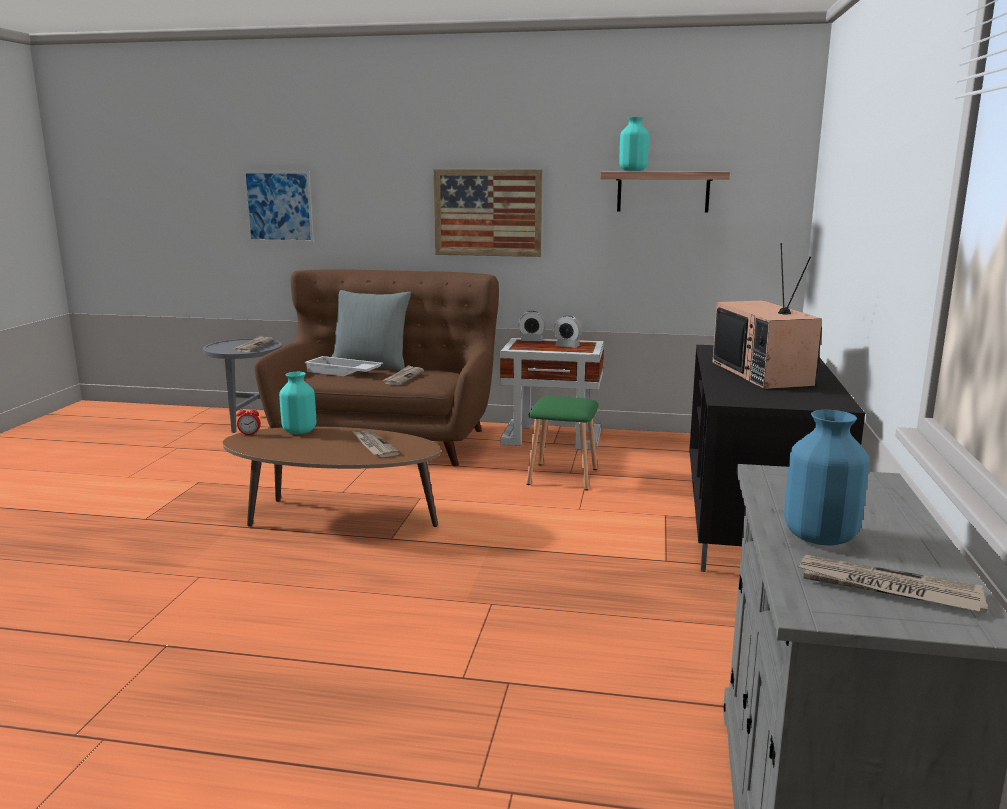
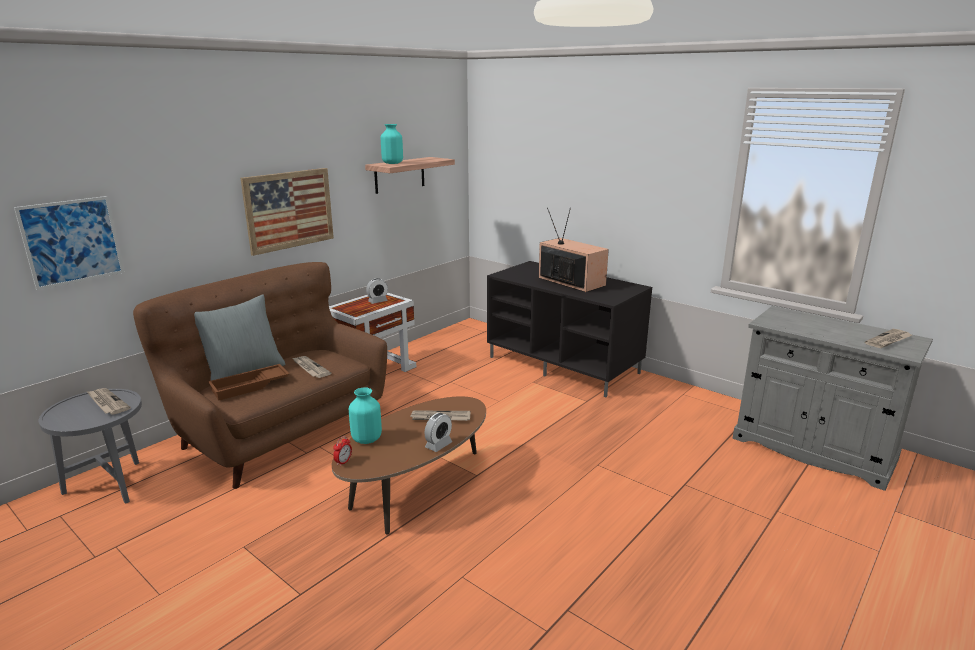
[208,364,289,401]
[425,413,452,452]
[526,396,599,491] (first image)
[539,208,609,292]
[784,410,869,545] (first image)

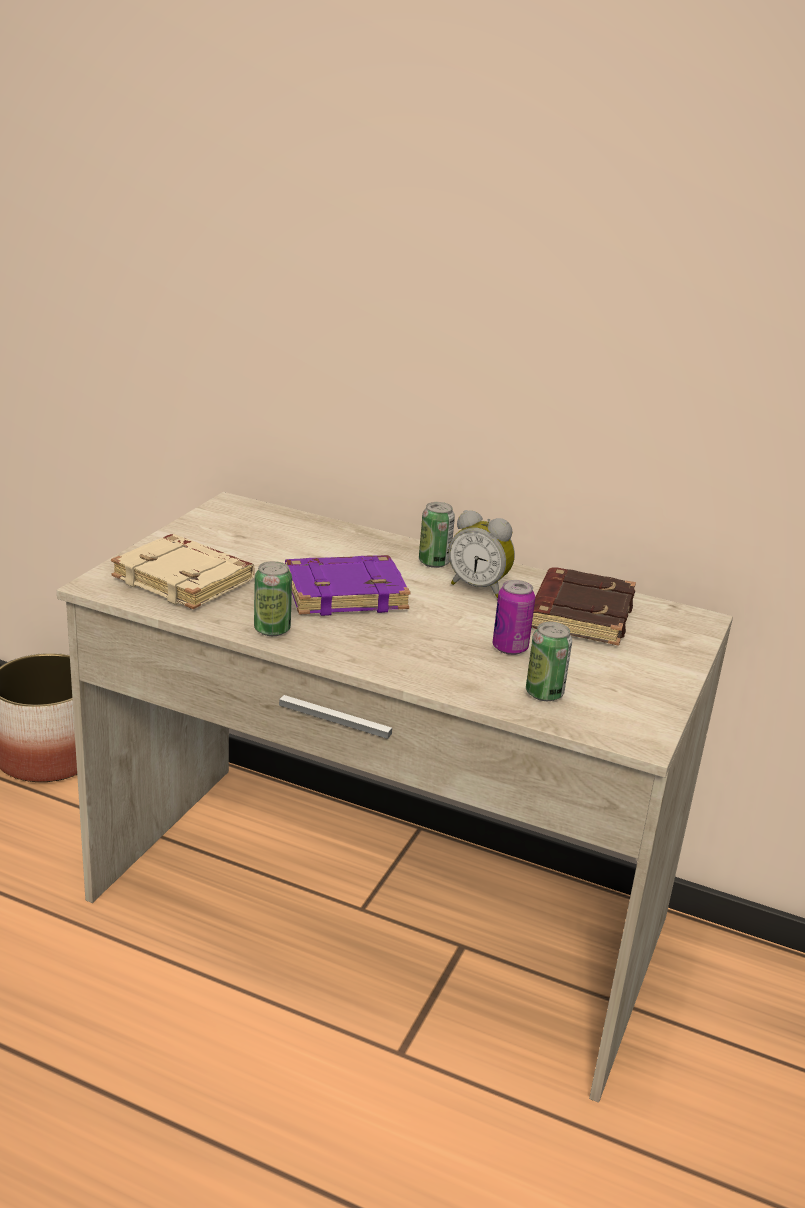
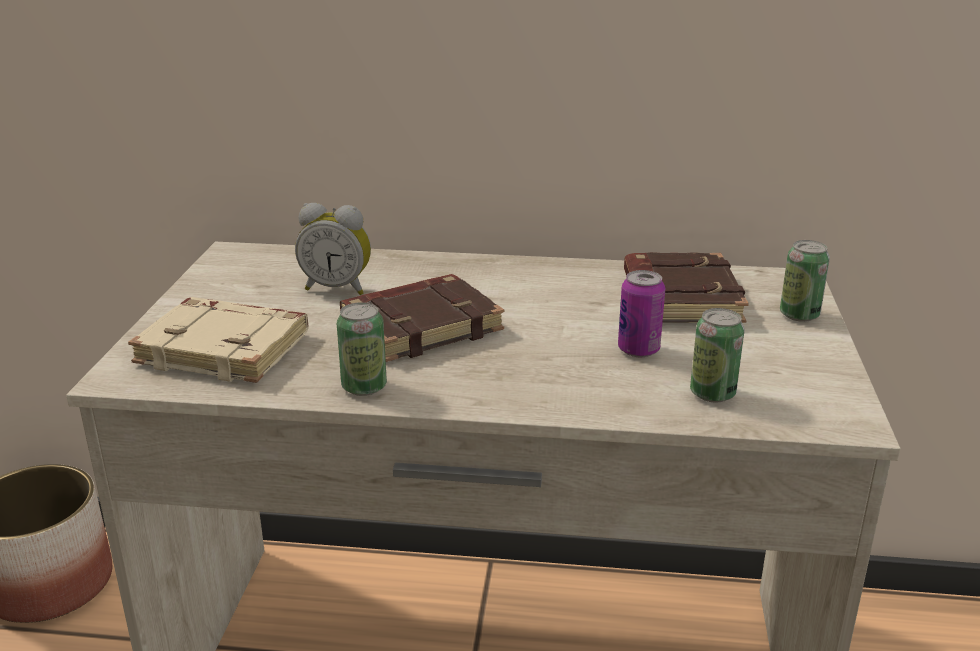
[340,274,504,362]
[780,240,830,322]
[295,203,371,295]

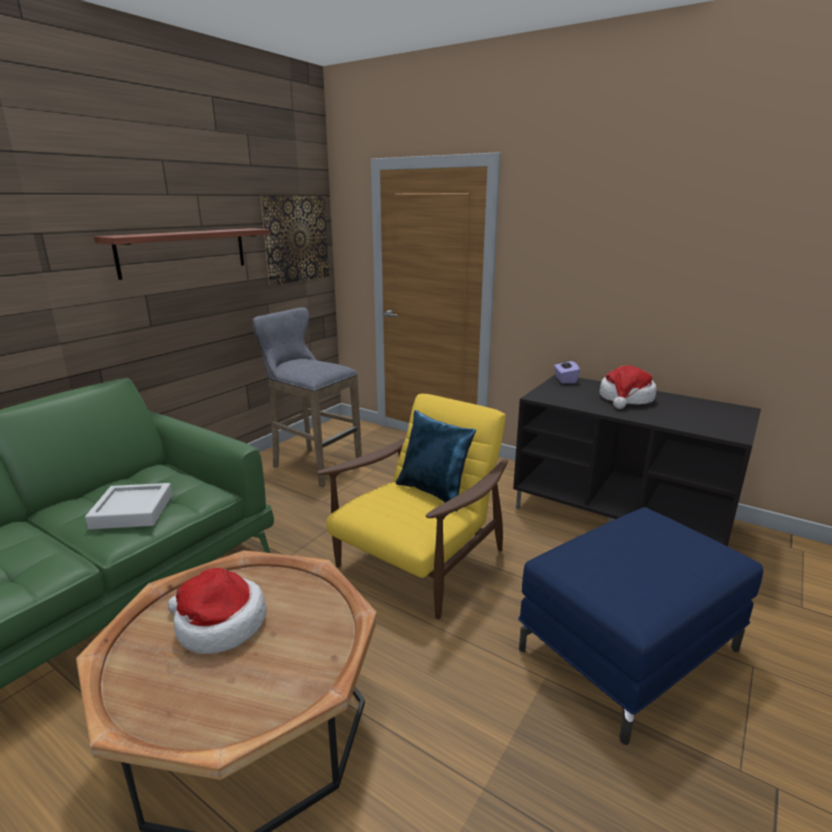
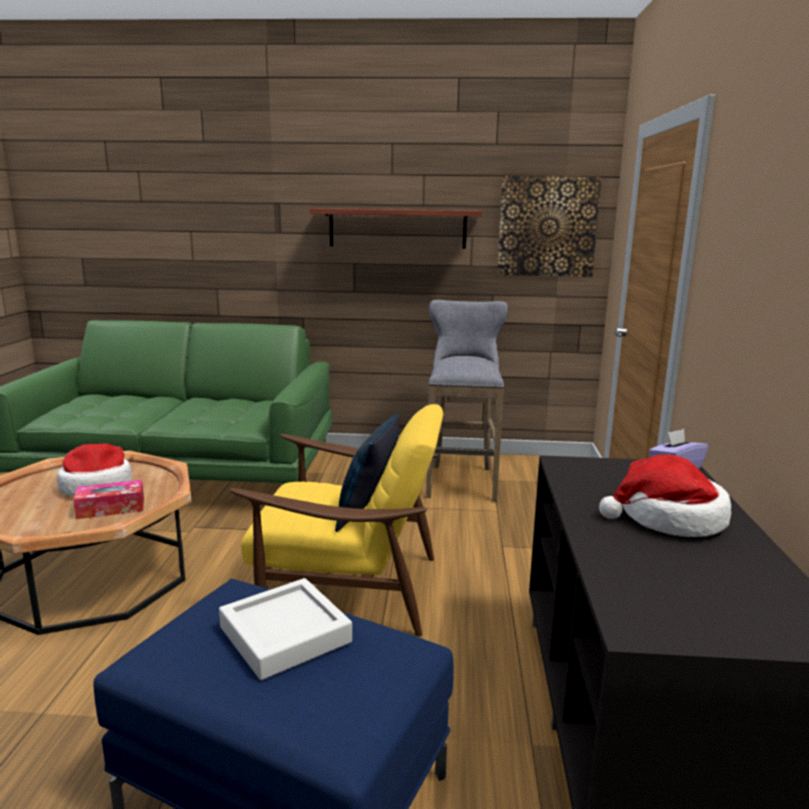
[219,578,352,680]
[73,480,144,519]

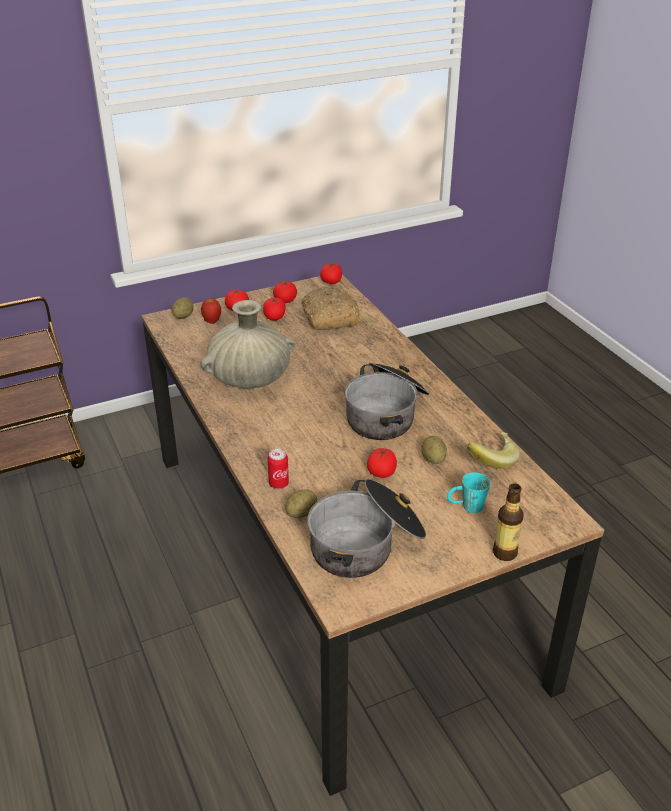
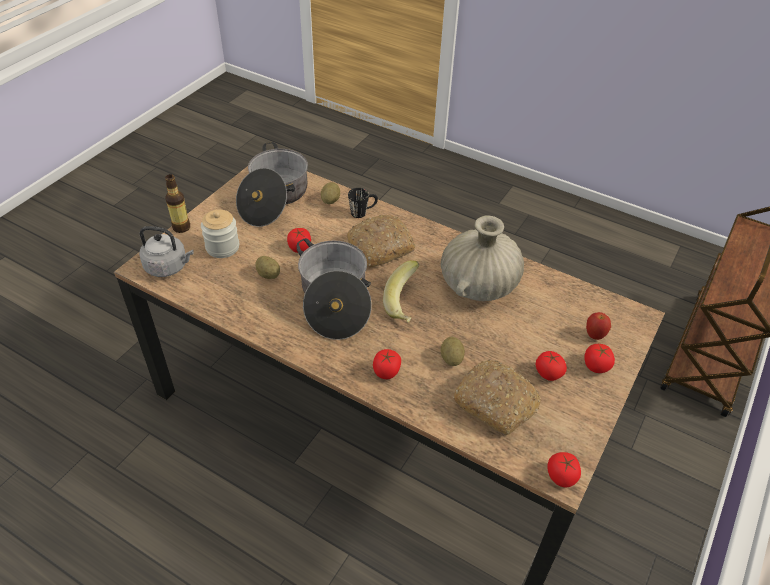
[440,337,465,366]
[348,188,378,218]
[373,349,401,379]
[201,210,239,258]
[383,260,420,323]
[139,226,194,277]
[347,215,416,267]

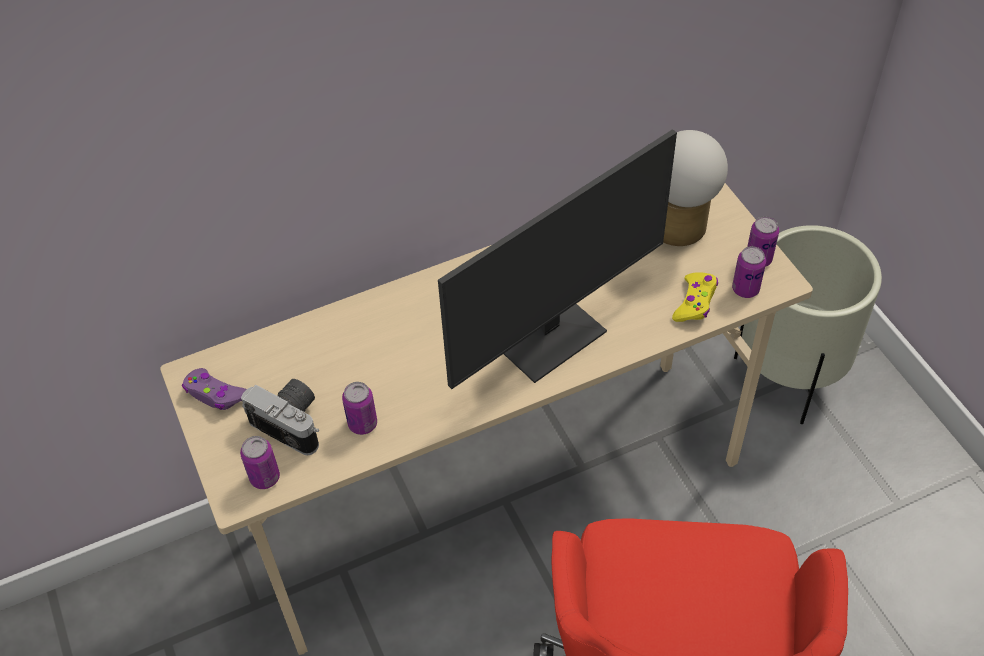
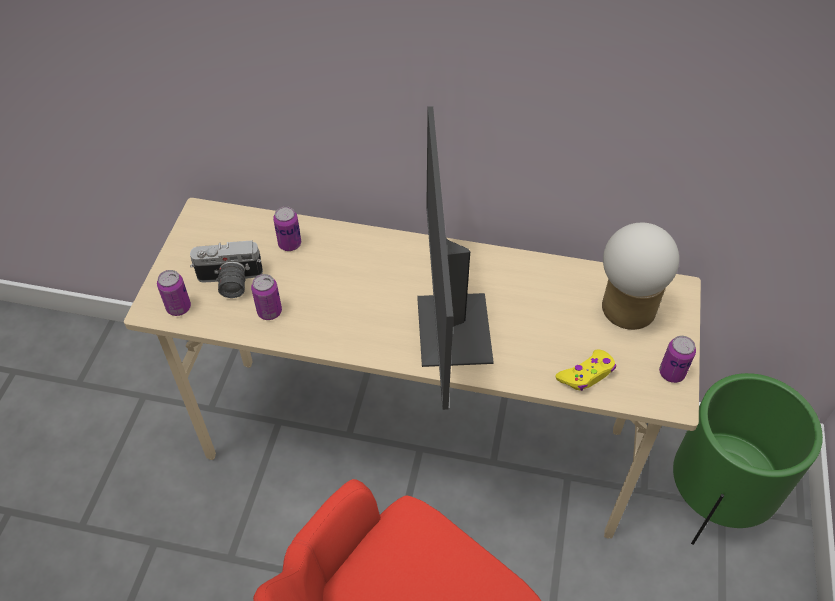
[182,368,247,410] (first image)
[190,240,263,298]
[417,106,494,410]
[273,206,301,251]
[673,373,823,545]

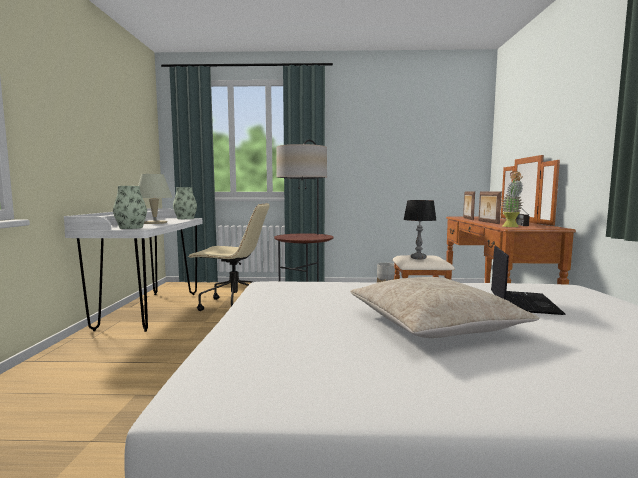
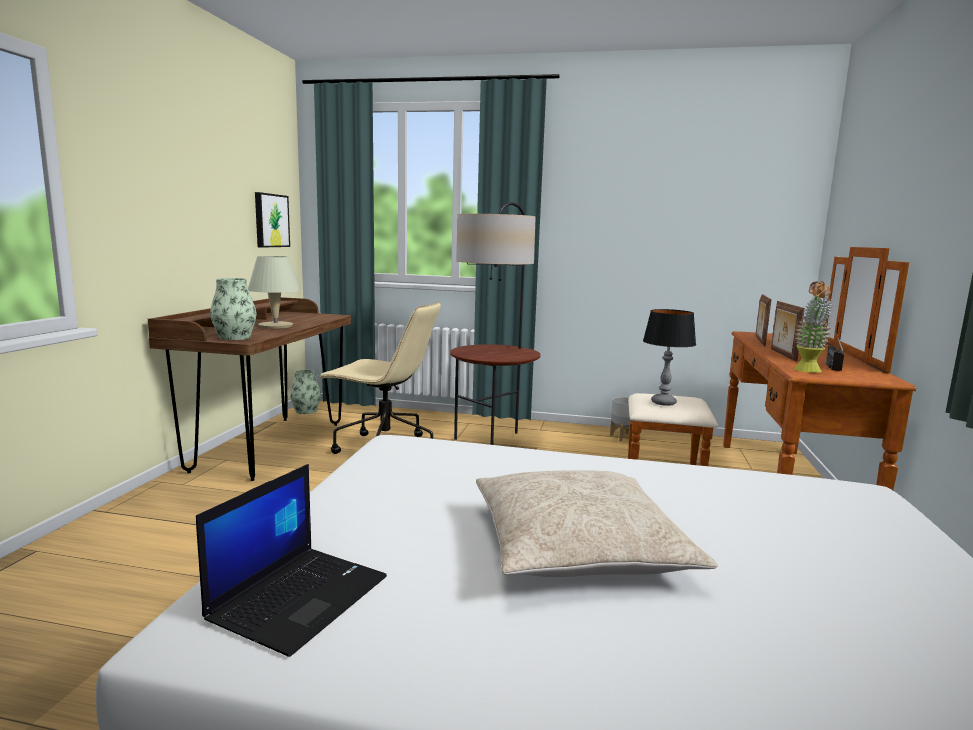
[148,297,351,481]
[290,370,321,414]
[196,464,387,657]
[255,192,290,248]

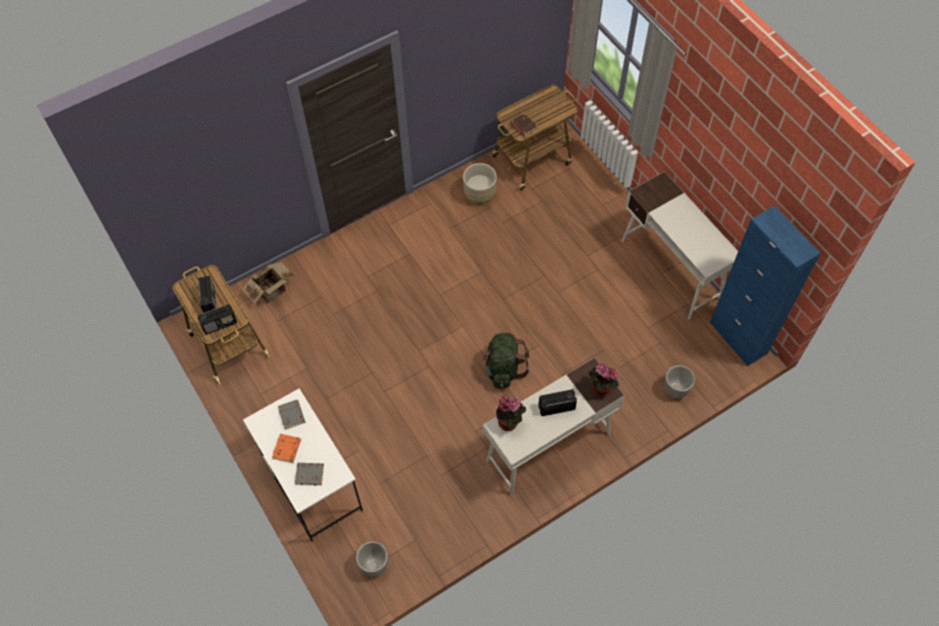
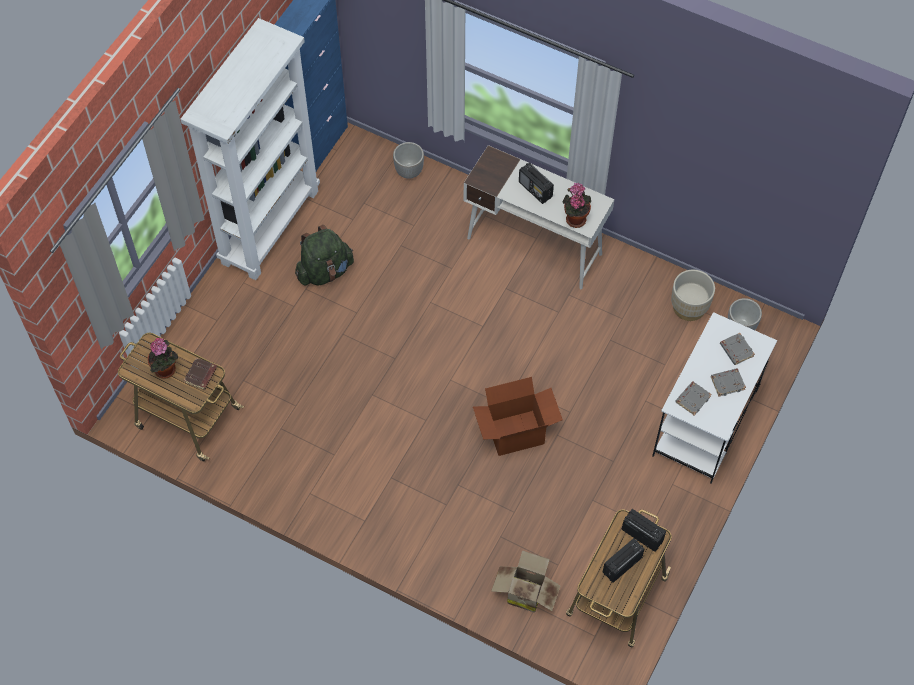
[711,368,746,397]
[671,270,715,321]
[295,225,354,286]
[148,338,178,379]
[180,18,320,280]
[473,377,563,456]

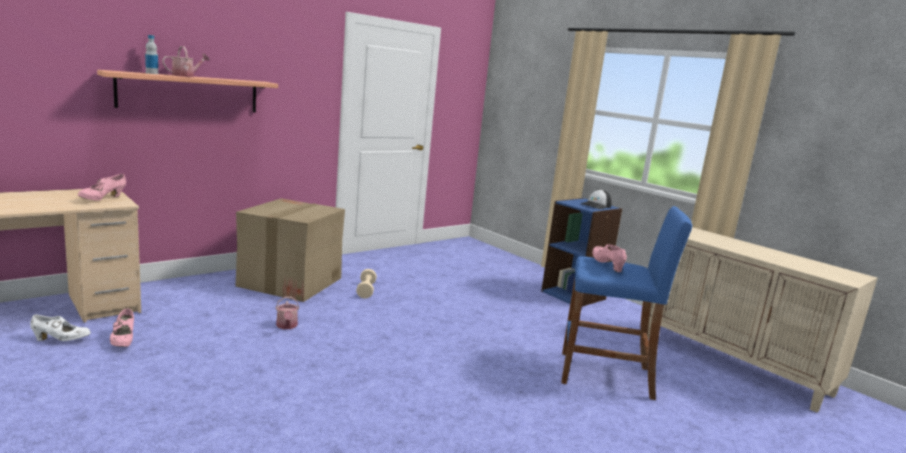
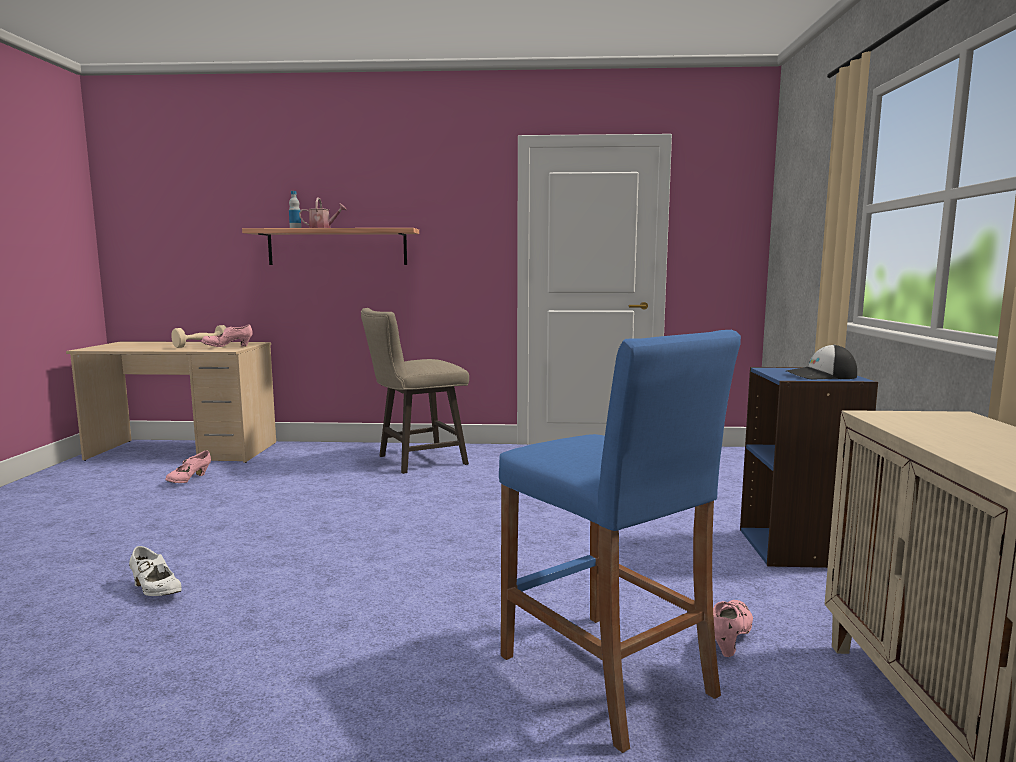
[129,546,182,596]
[361,308,469,474]
[276,297,299,329] (first image)
[171,325,226,348]
[713,600,753,657]

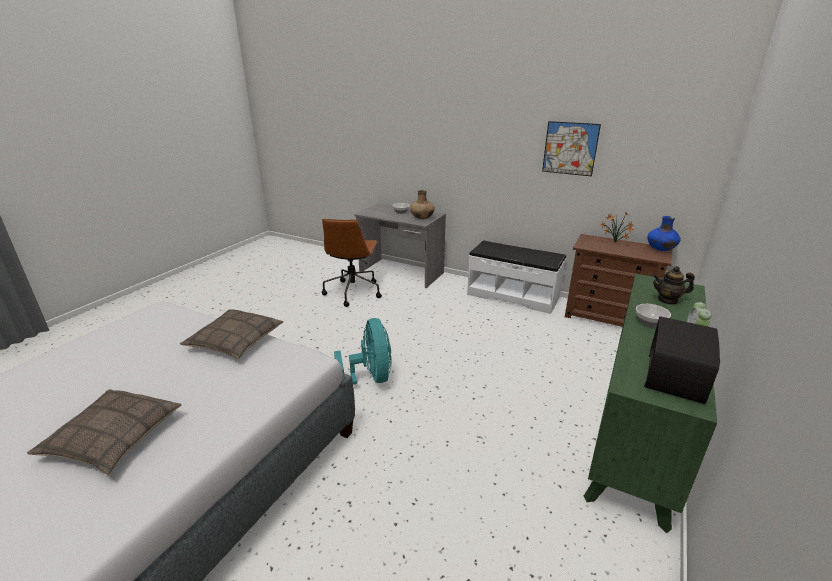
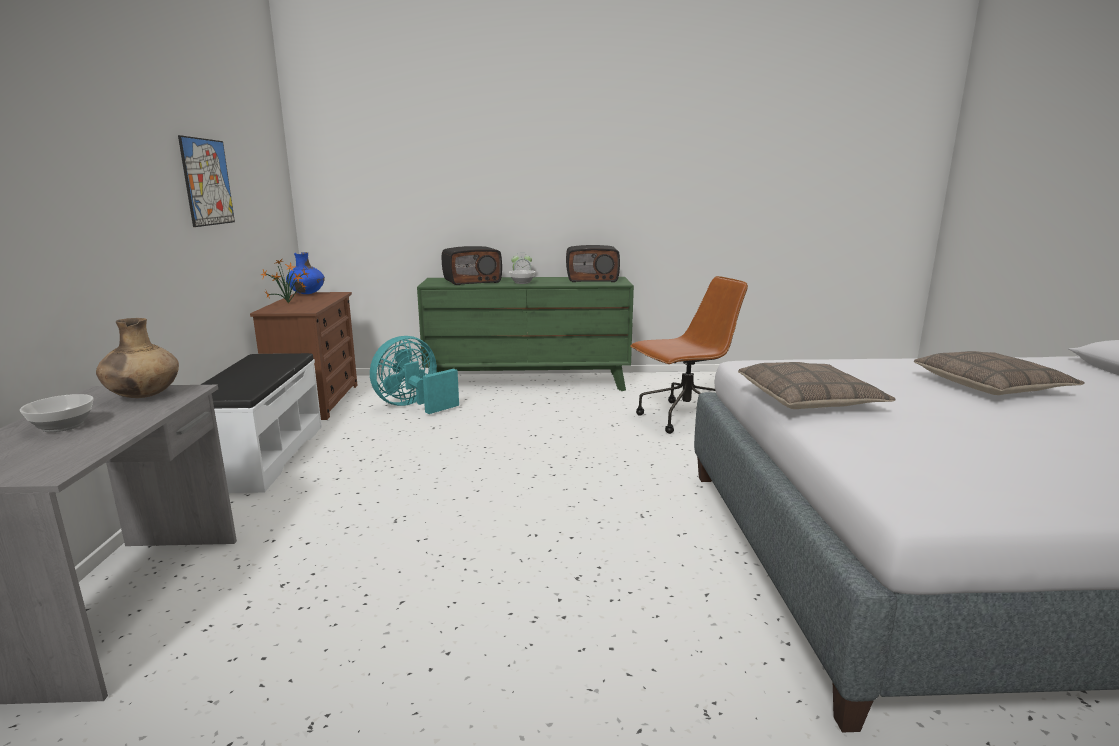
[630,276,748,434]
[370,336,459,414]
[442,246,502,285]

